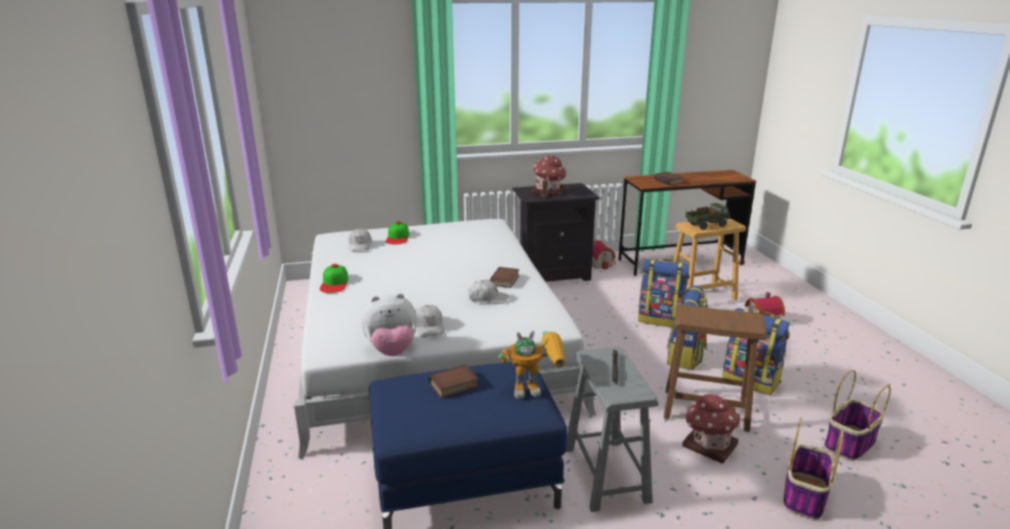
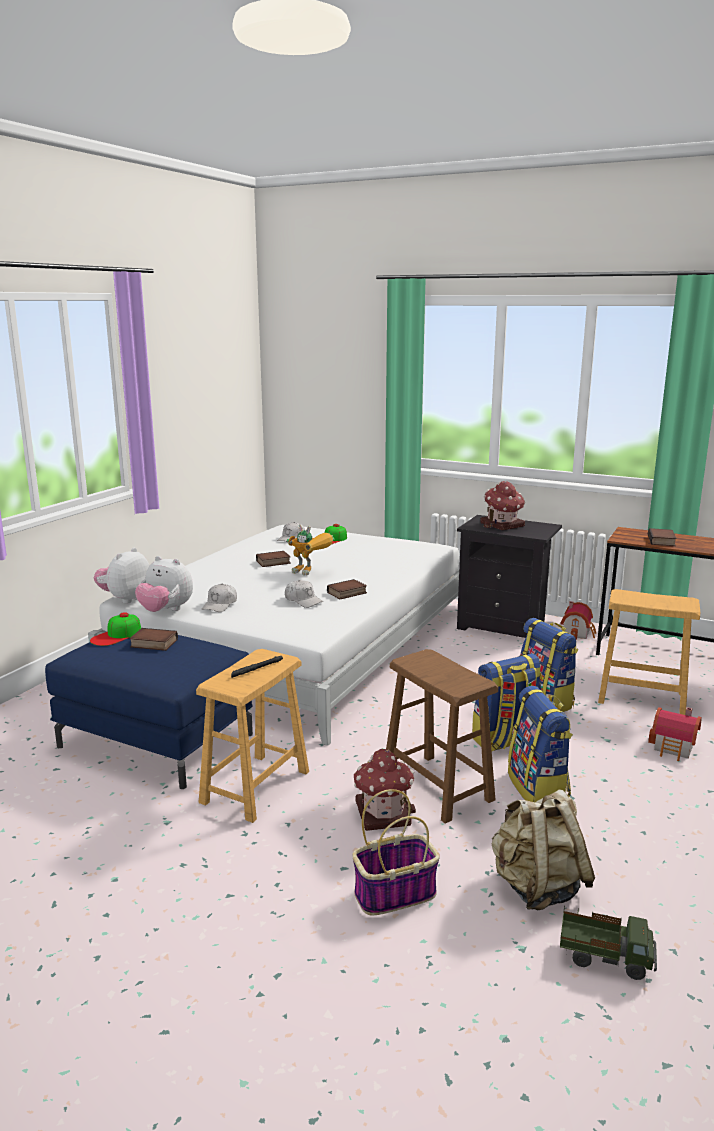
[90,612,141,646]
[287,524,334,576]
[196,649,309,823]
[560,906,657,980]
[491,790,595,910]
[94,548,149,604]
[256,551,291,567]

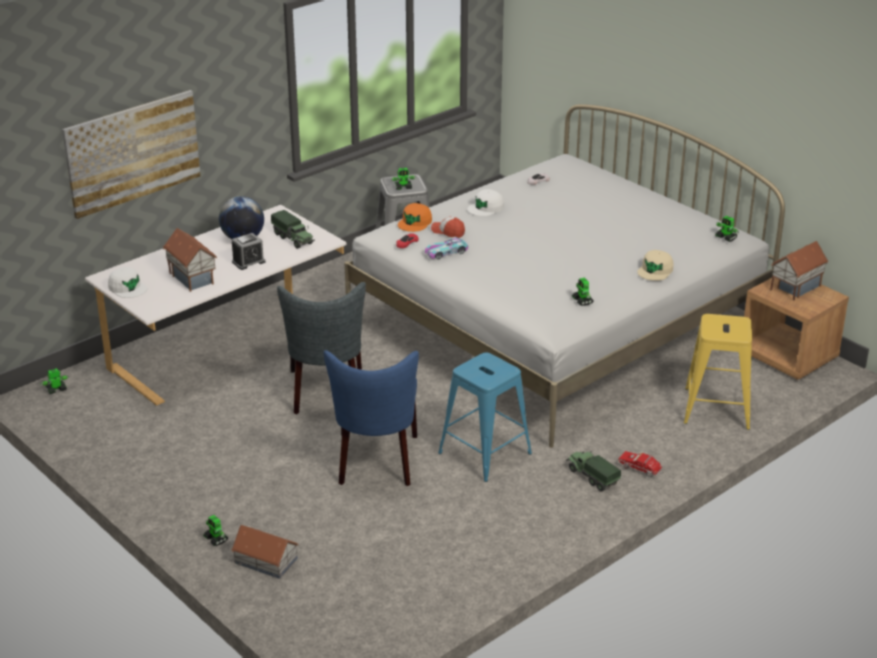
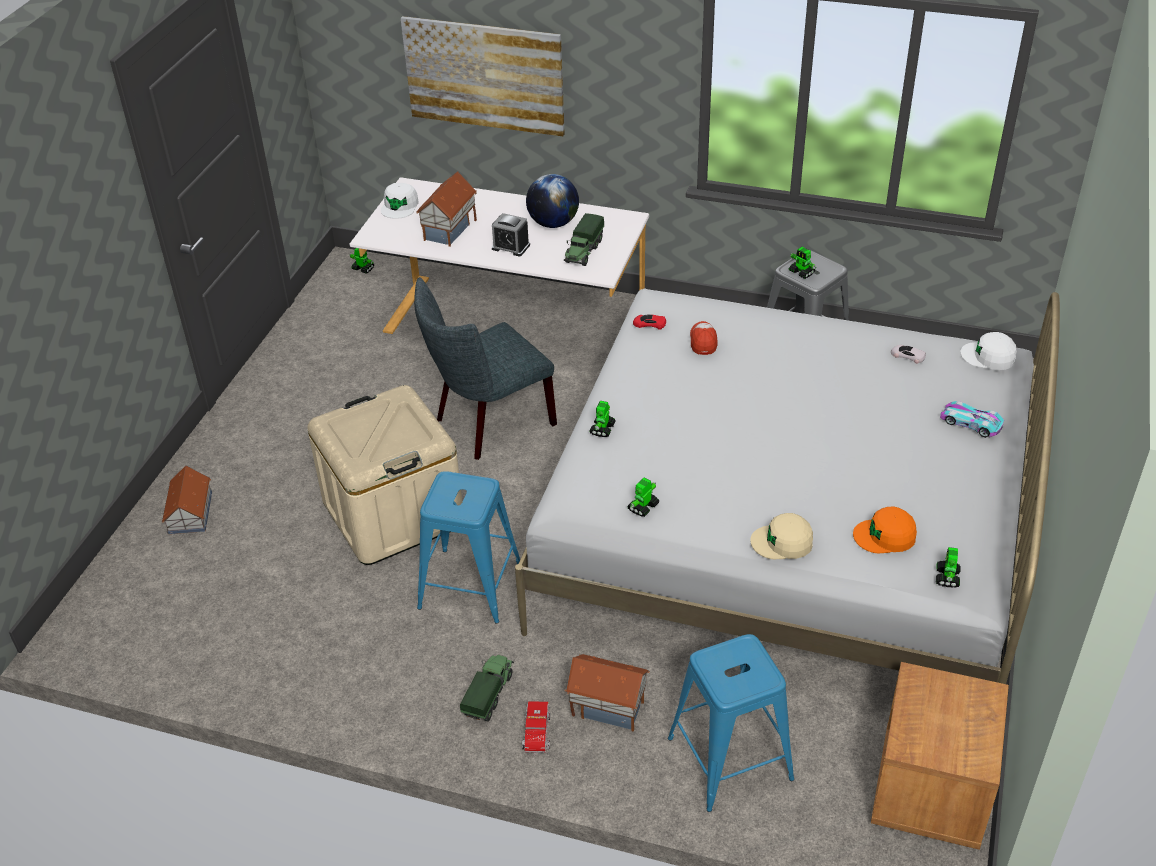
[589,401,616,437]
[307,385,462,565]
[853,507,917,553]
[940,401,1004,438]
[960,332,1017,370]
[668,634,794,812]
[565,654,650,732]

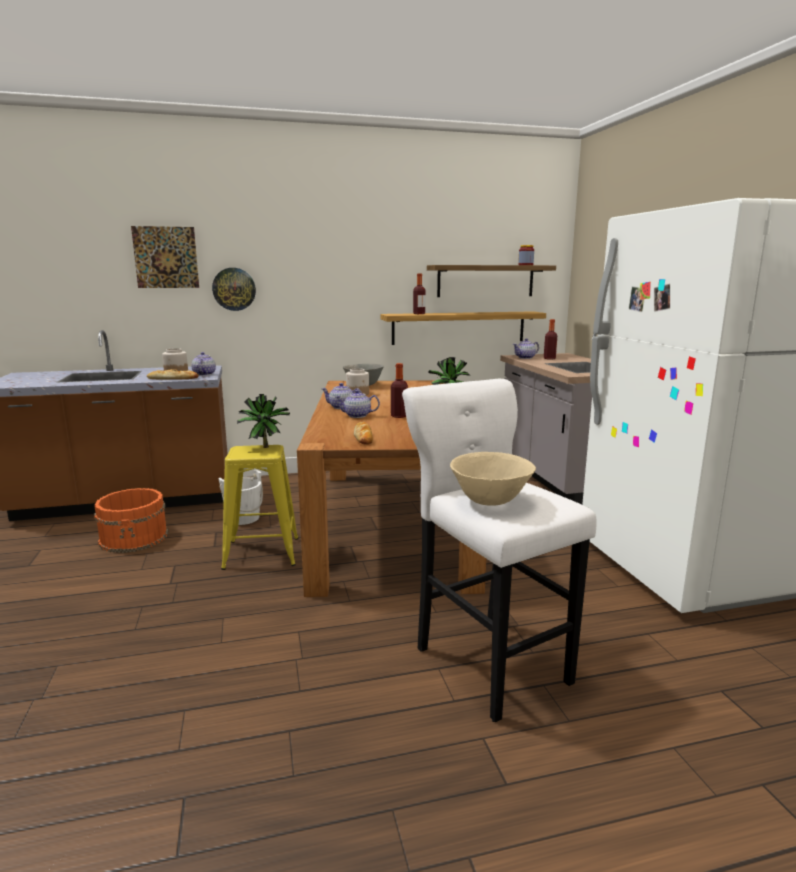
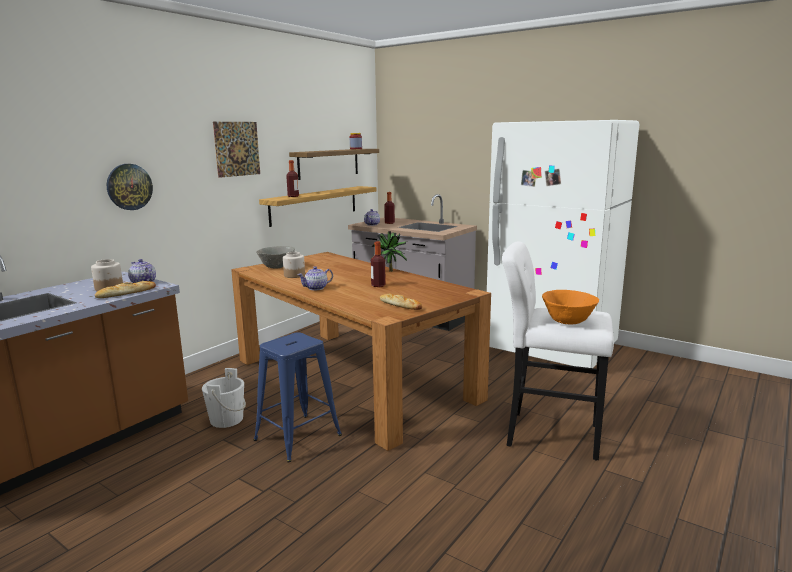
[94,488,168,553] (first image)
[213,122,260,178]
[254,332,342,462]
[237,394,290,448] (first image)
[335,390,380,418] (first image)
[542,290,599,325]

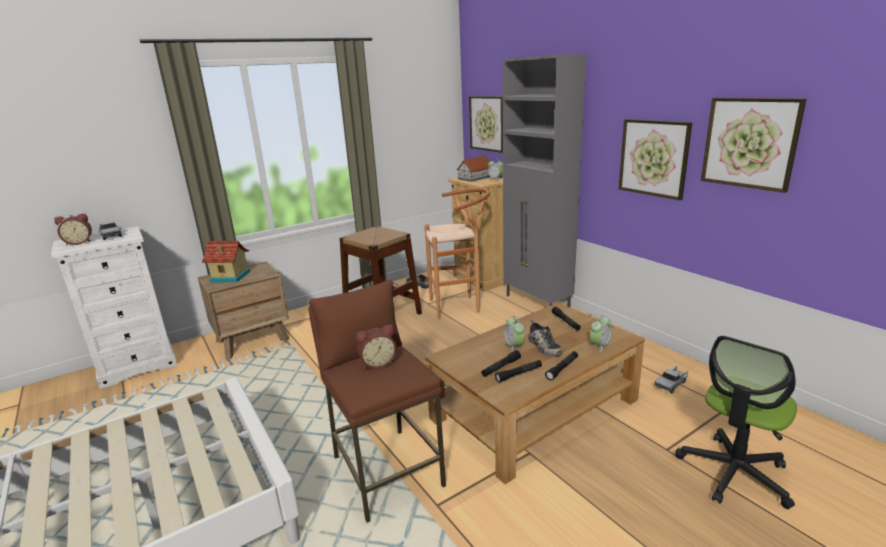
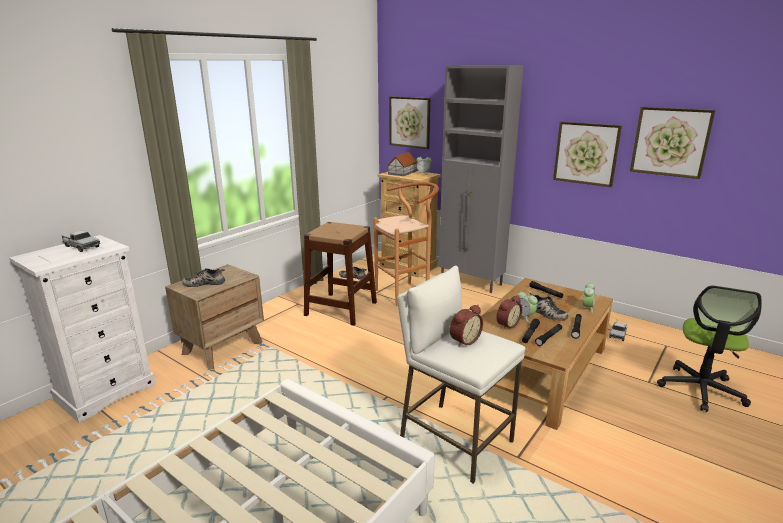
[496,296,522,330]
[182,268,225,287]
[397,266,525,484]

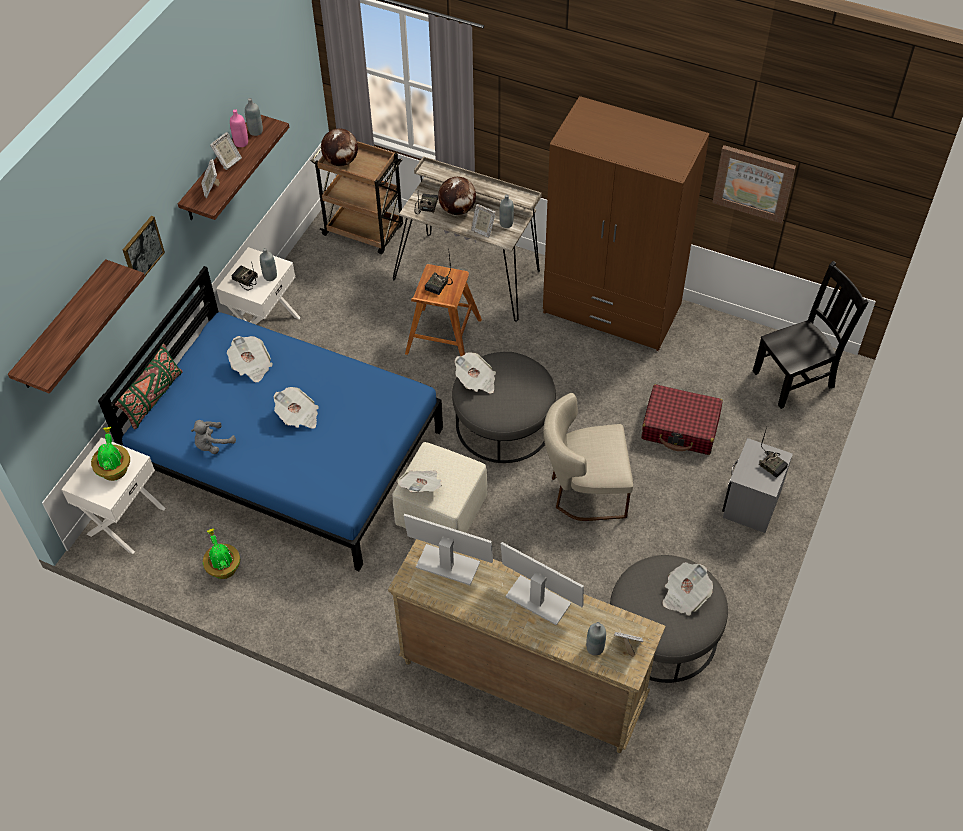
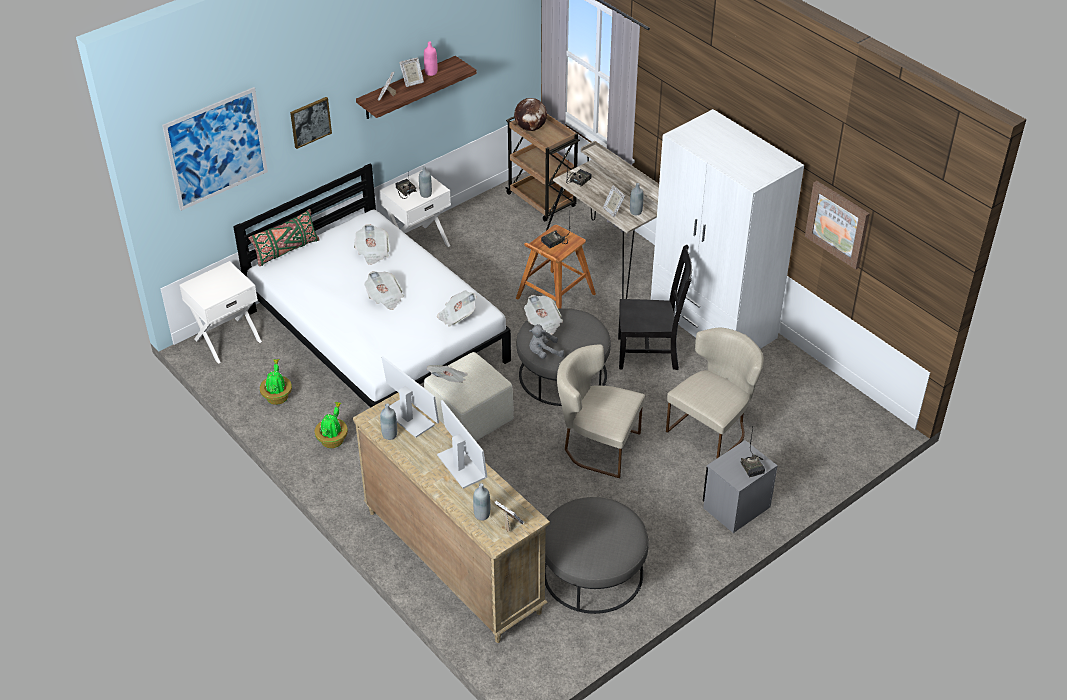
[162,87,268,211]
[315,402,348,448]
[233,164,511,408]
[529,324,564,359]
[380,404,397,440]
[438,177,476,215] (first image)
[651,109,804,349]
[666,328,764,459]
[437,290,477,327]
[618,245,692,370]

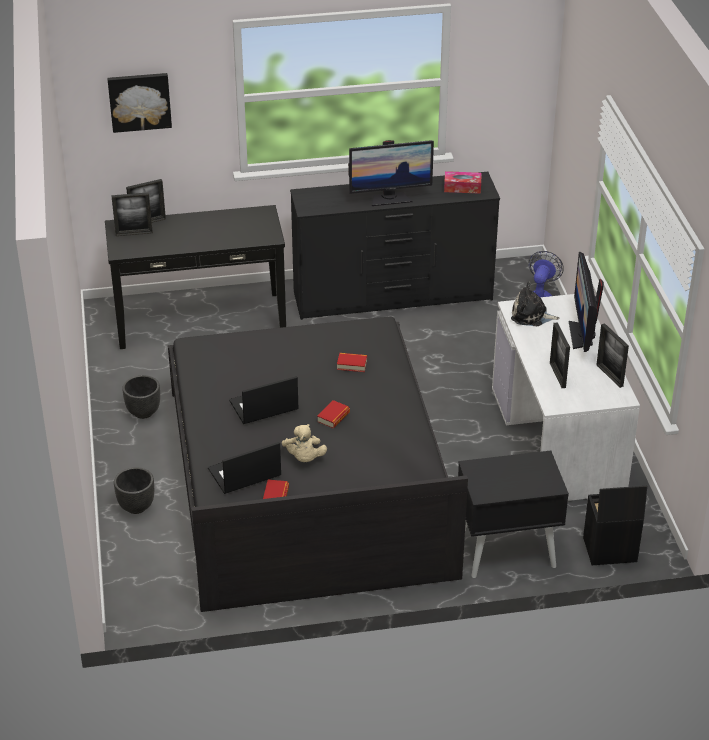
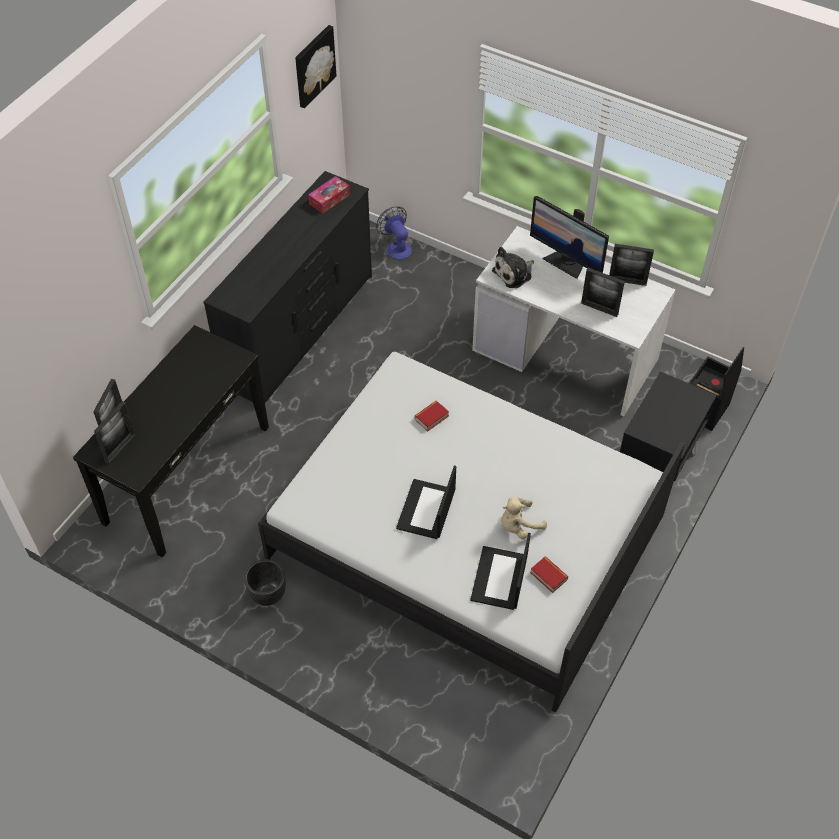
[295,25,336,108]
[114,467,154,514] (first image)
[258,352,685,712]
[501,497,547,539]
[317,400,350,428] (first image)
[348,140,434,206] (first image)

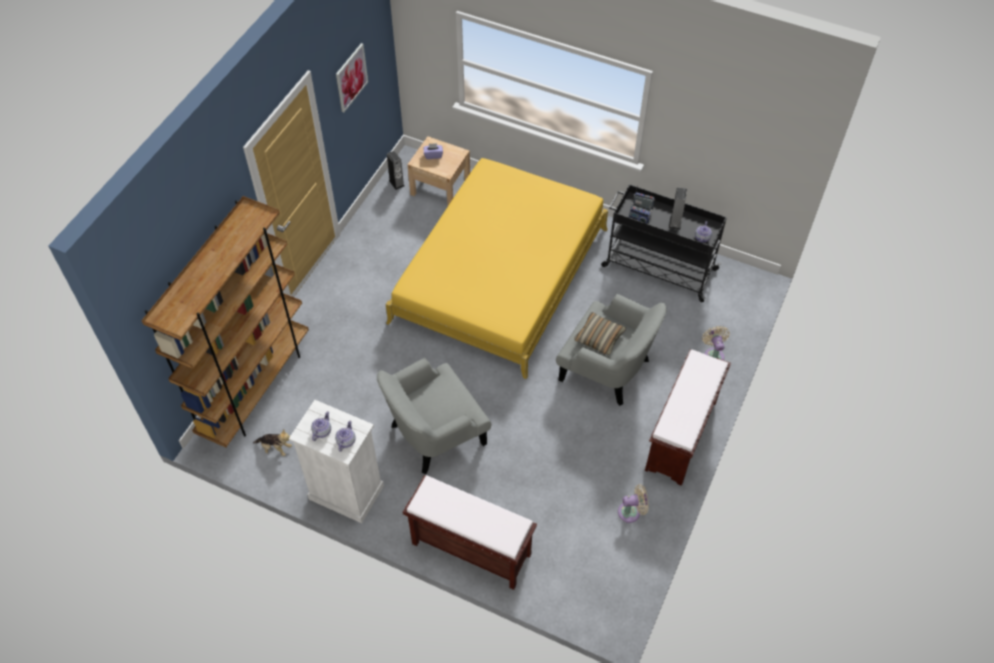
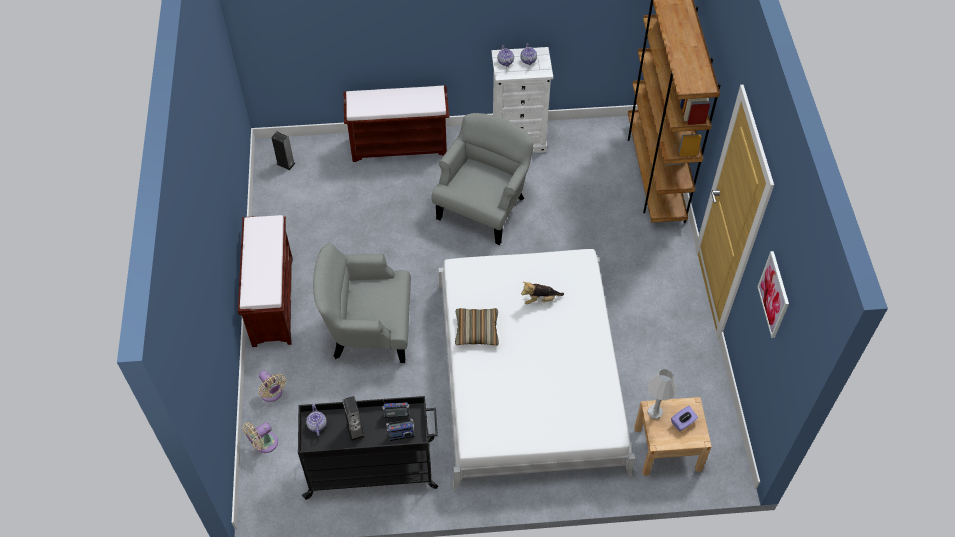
[521,282,564,305]
[438,249,635,490]
[272,131,296,170]
[455,308,499,345]
[242,422,278,453]
[647,369,677,419]

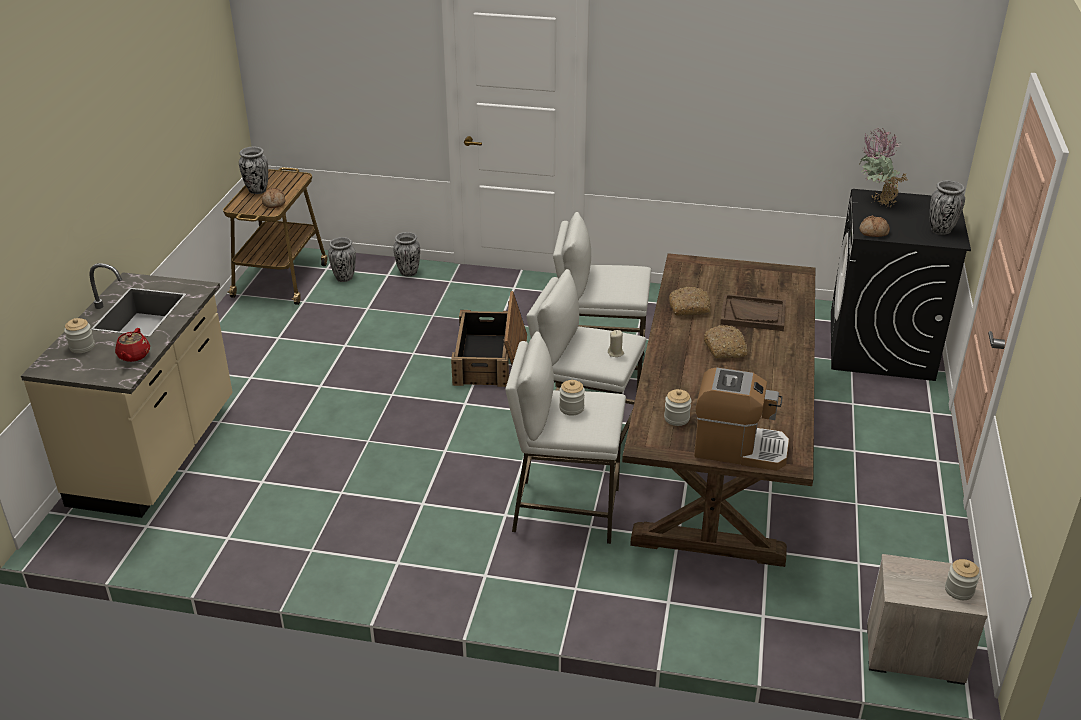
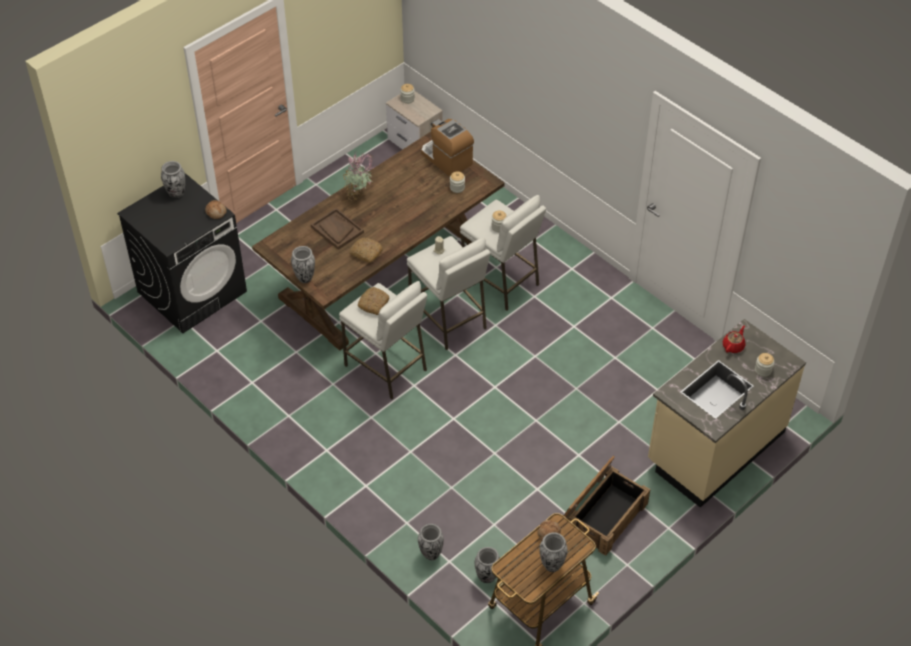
[564,456,650,556]
[358,287,389,315]
[343,153,375,199]
[291,246,315,283]

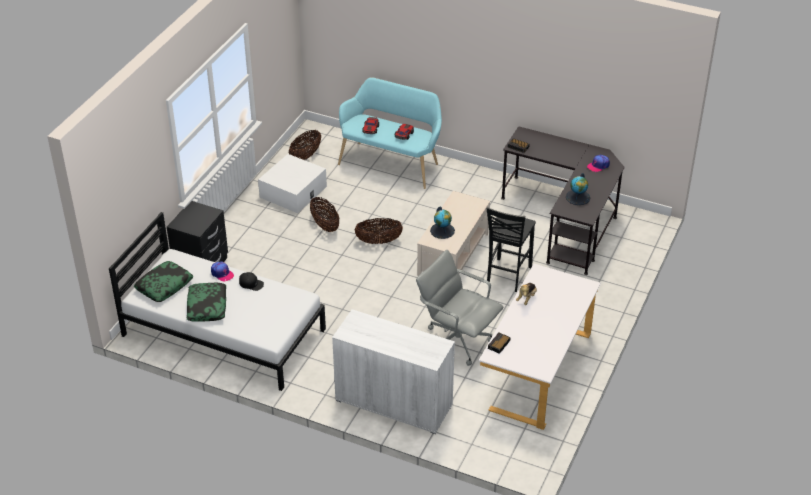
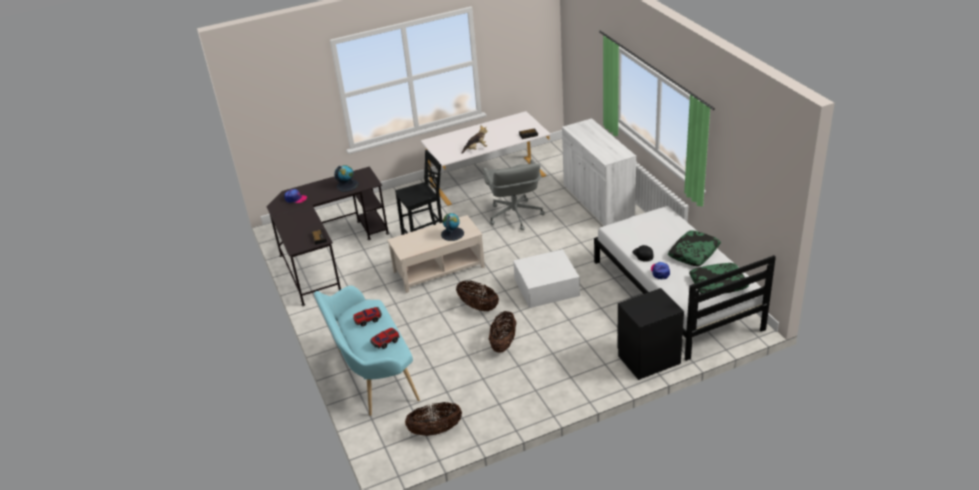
[513,249,580,308]

